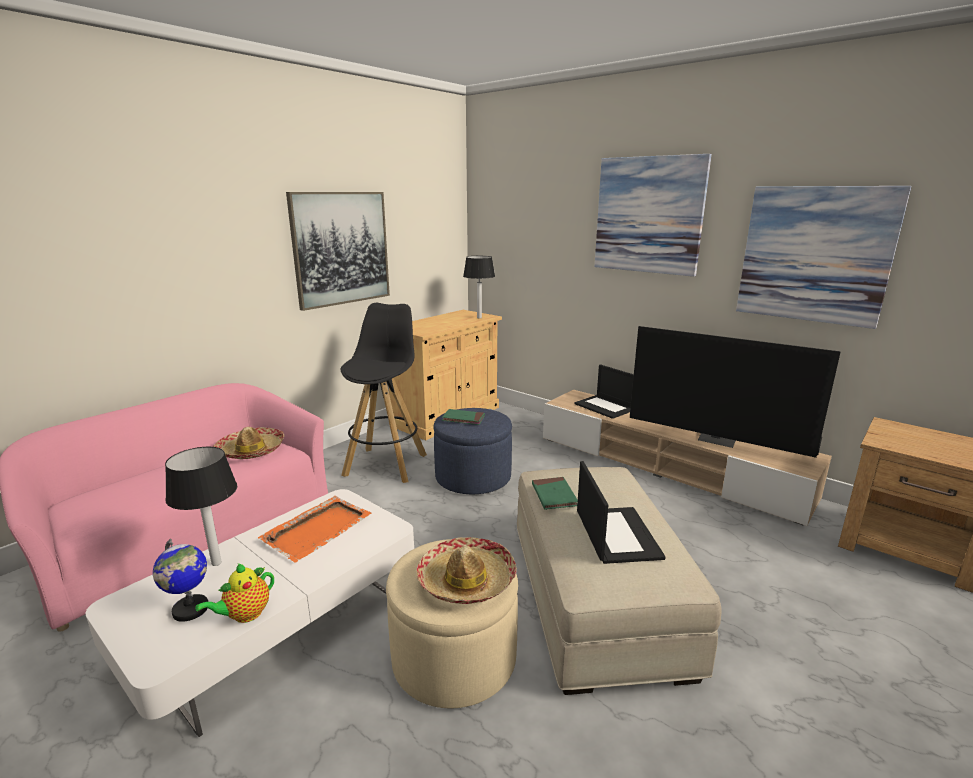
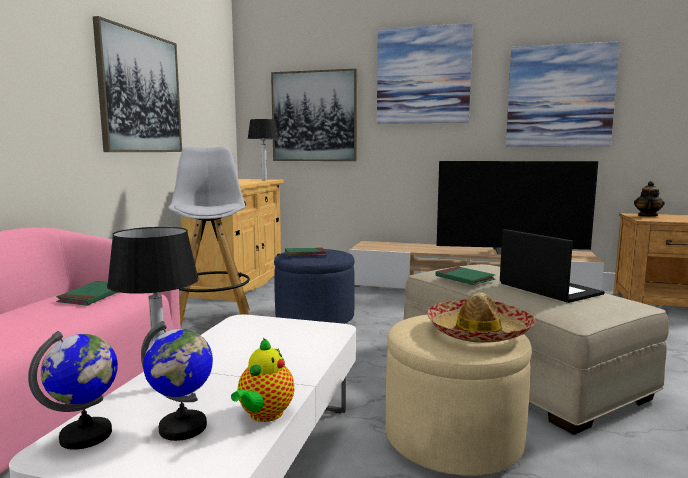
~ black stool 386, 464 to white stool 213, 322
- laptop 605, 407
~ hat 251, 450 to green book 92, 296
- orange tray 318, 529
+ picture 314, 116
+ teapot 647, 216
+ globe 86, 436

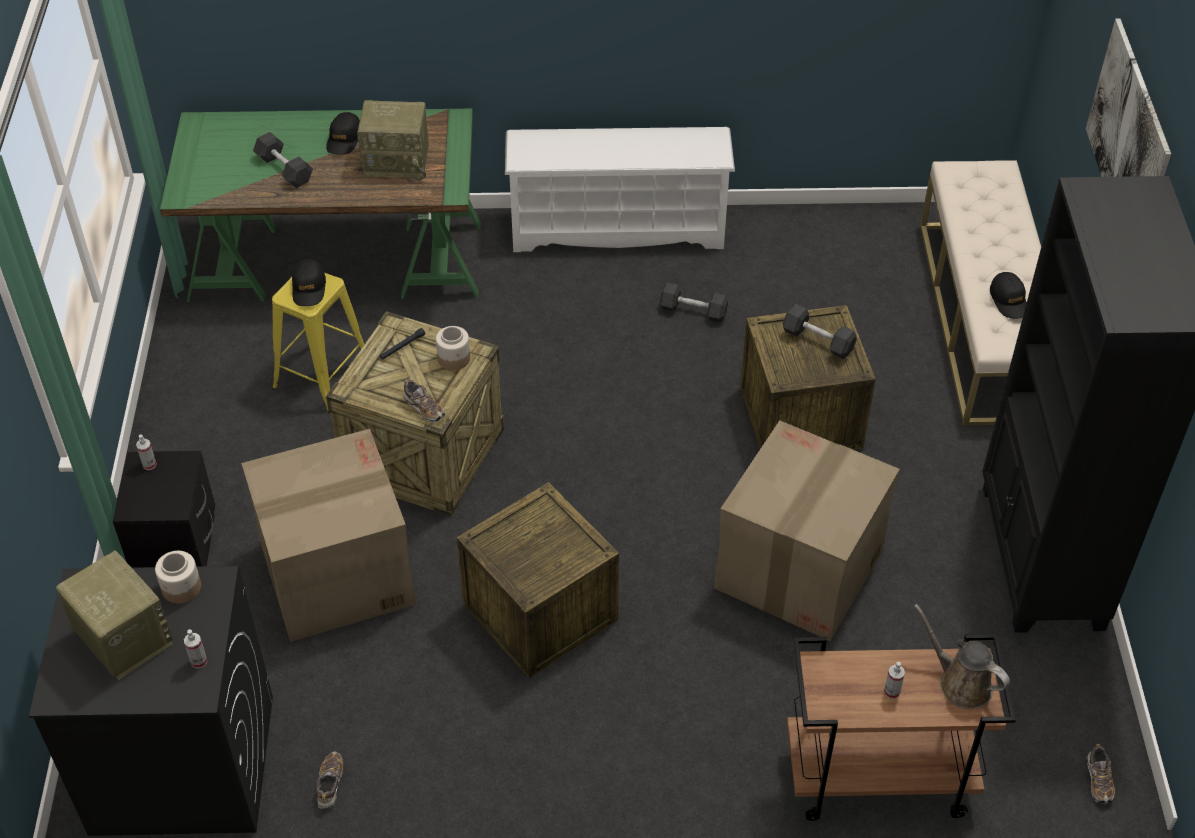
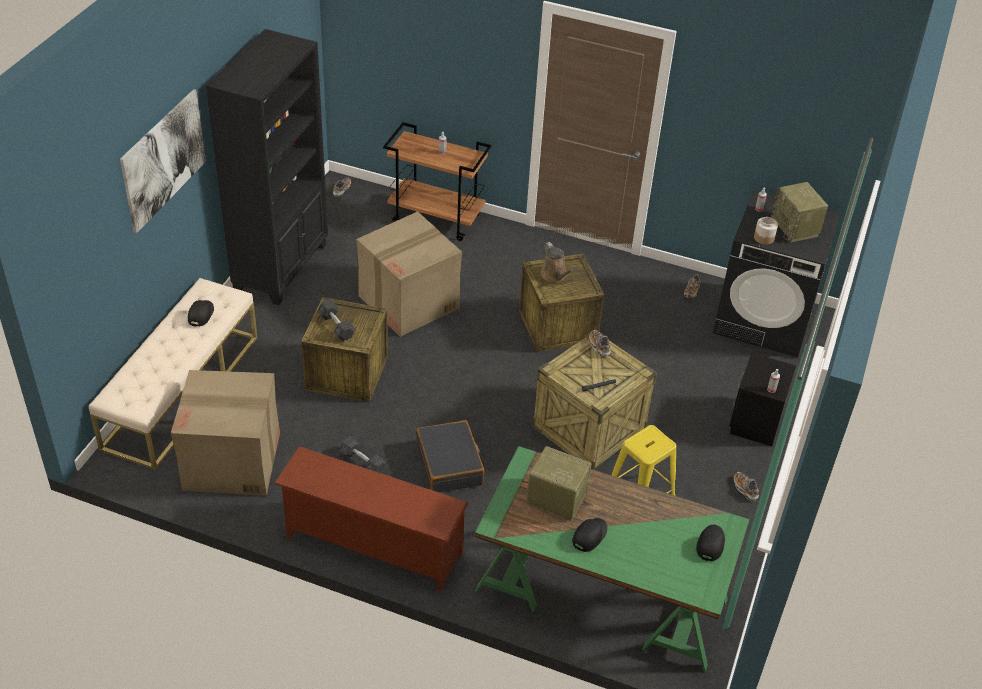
~ white shoe rack 618, 228 to brown shoe rack 371, 547
- grey dumbbell 284, 169
~ black cap 309, 288 to 710, 544
- jar 454, 359
~ cardboard box 336, 574 to 232, 461
~ brown watering can 960, 683 to 554, 275
+ black suitcase 449, 465
+ shoe 745, 489

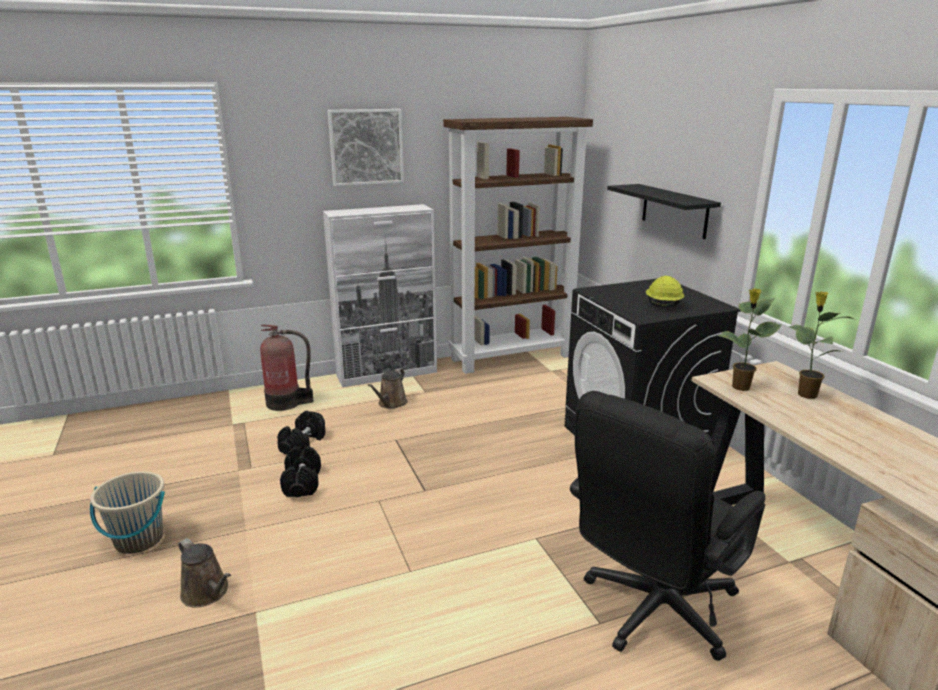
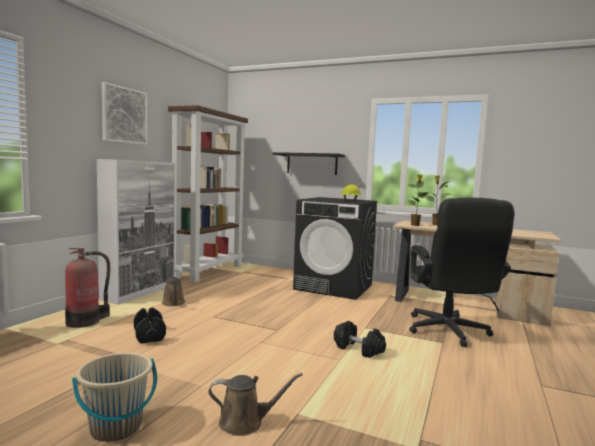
~ black dumbbell 302, 483 to 358, 349

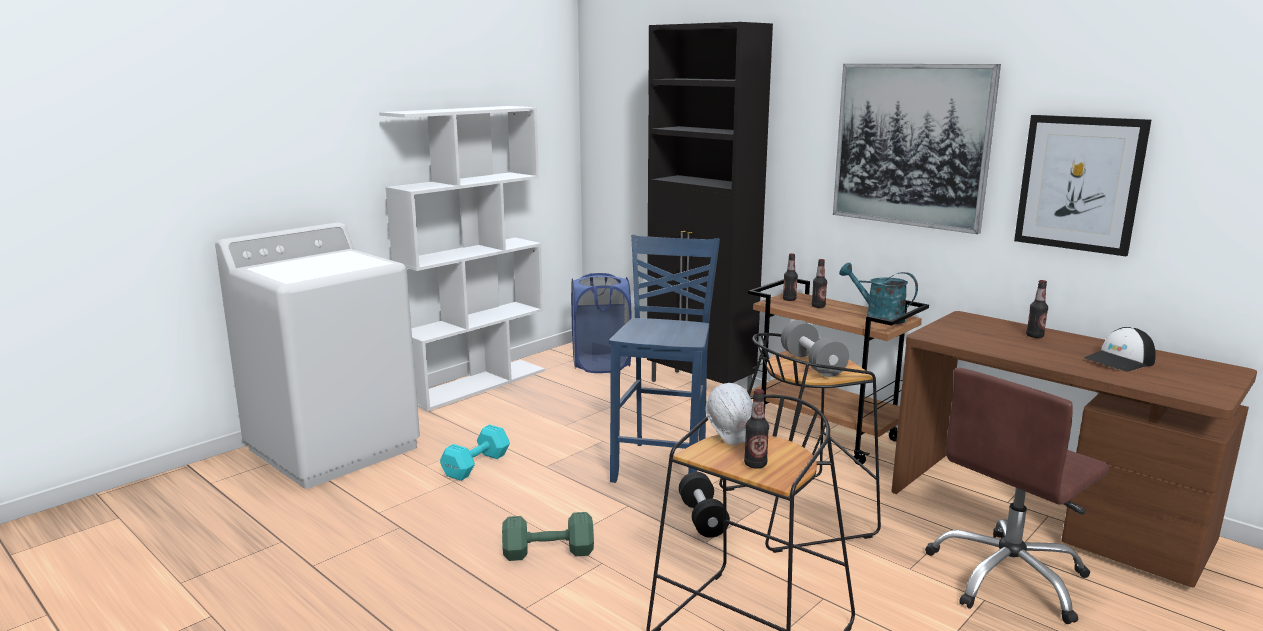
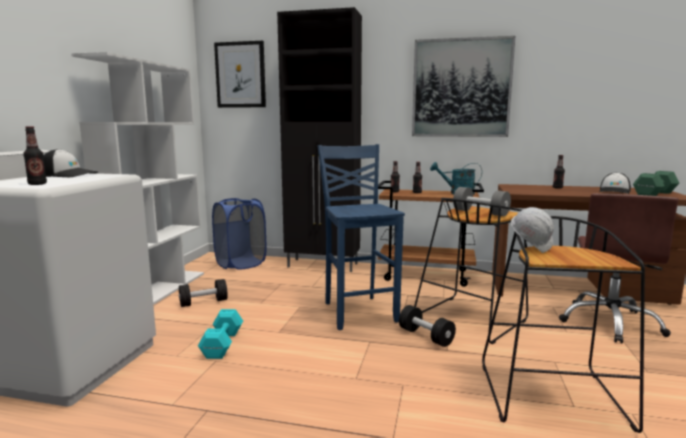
~ picture 1079, 183 to 240, 75
~ bottle 755, 464 to 37, 184
~ green dumbbell 546, 552 to 653, 194
+ cap 68, 175
+ black dumbbell 203, 302

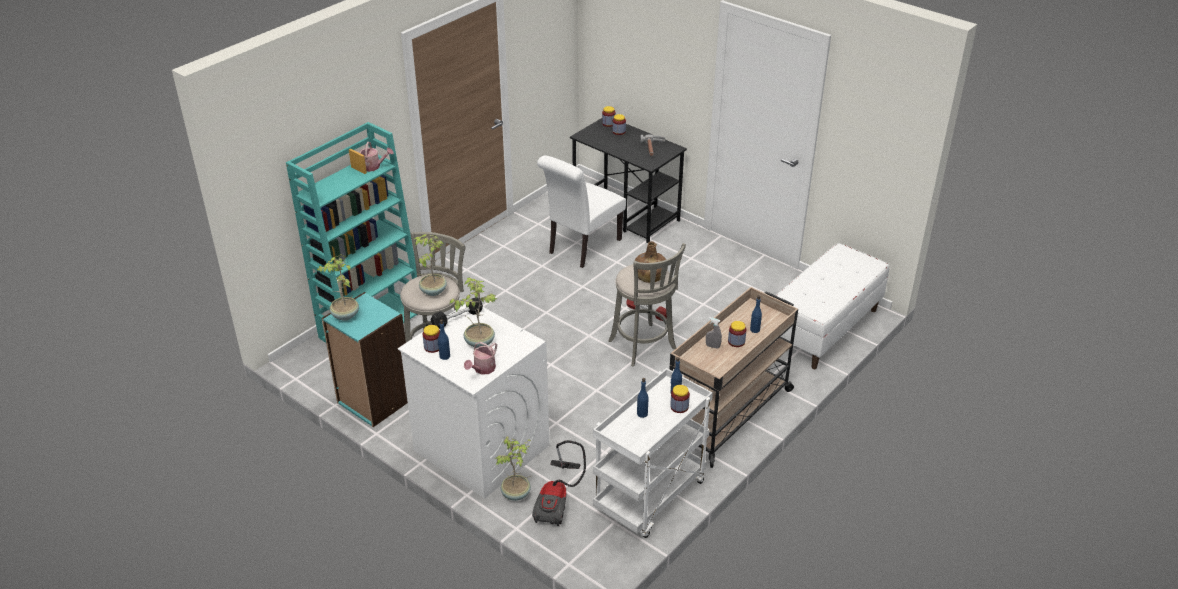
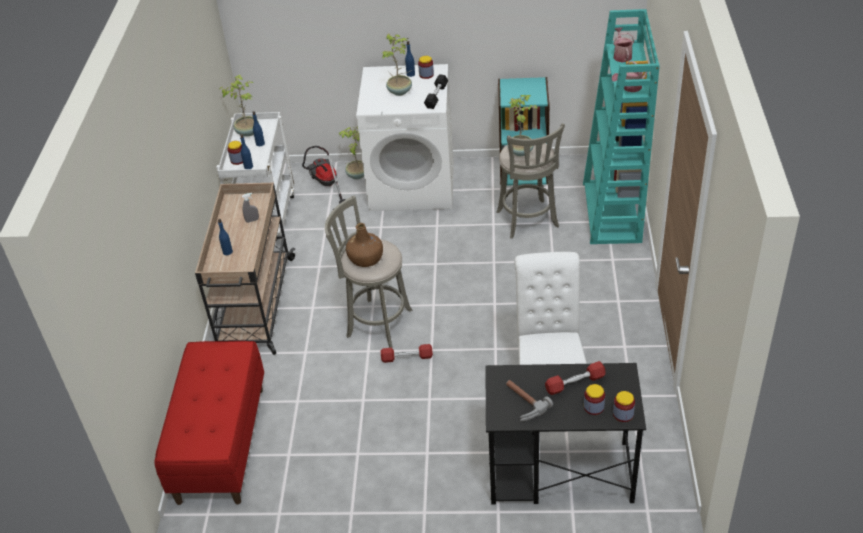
~ white bench 824, 328 to red bench 221, 443
~ potted plant 344, 316 to 248, 132
- jar 736, 342
~ watering can 482, 369 to 621, 55
+ red dumbbell 575, 383

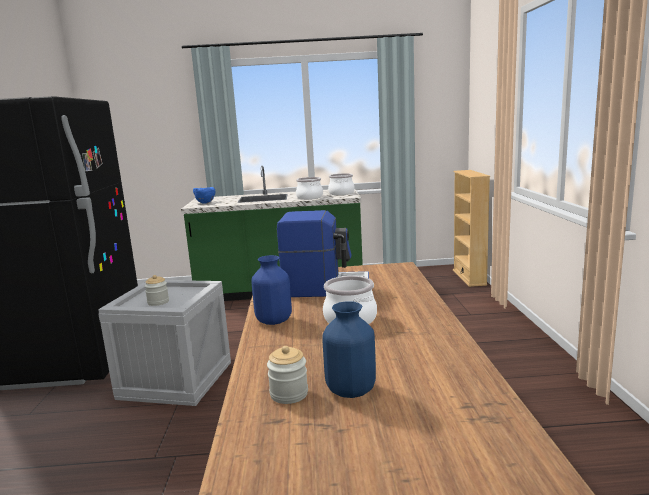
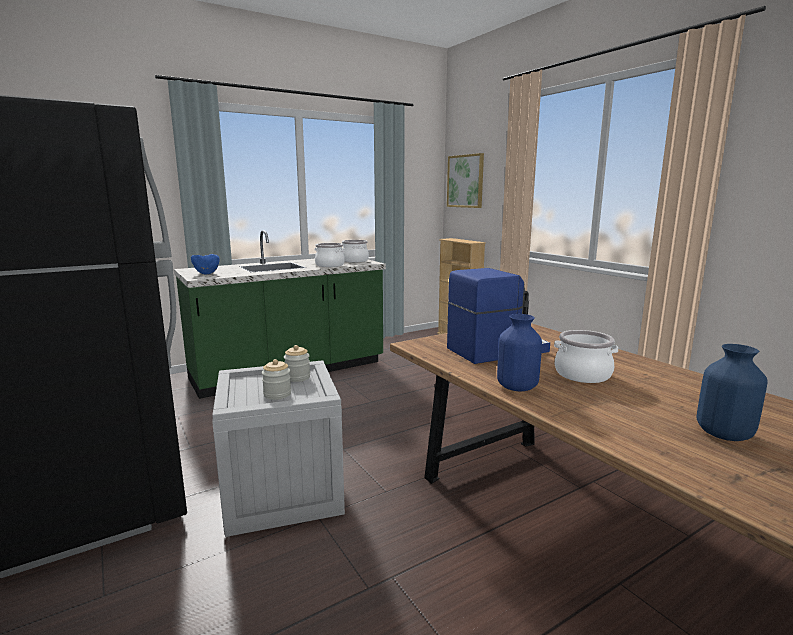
~ jar 289, 394 to 297, 377
+ picture 465, 181

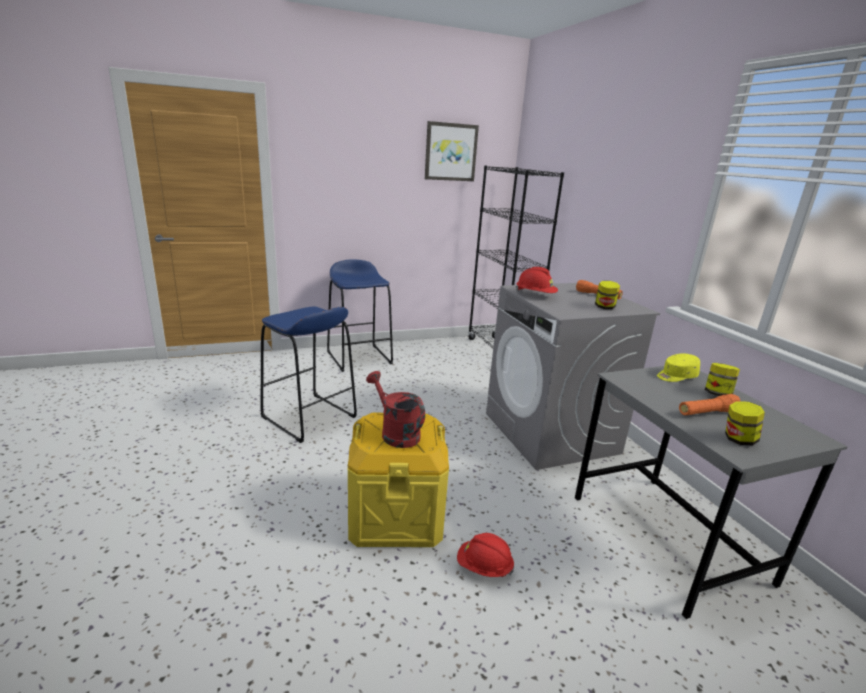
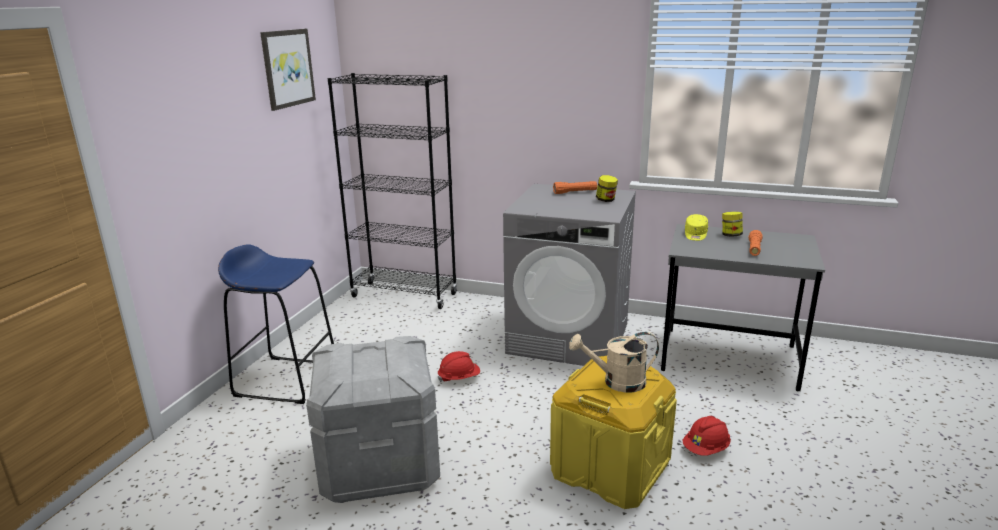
~ red hard hat 535, 295 to 459, 378
~ blue stool 309, 417 to grey storage box 380, 465
~ red watering can 395, 433 to beige watering can 616, 382
- jar 738, 439

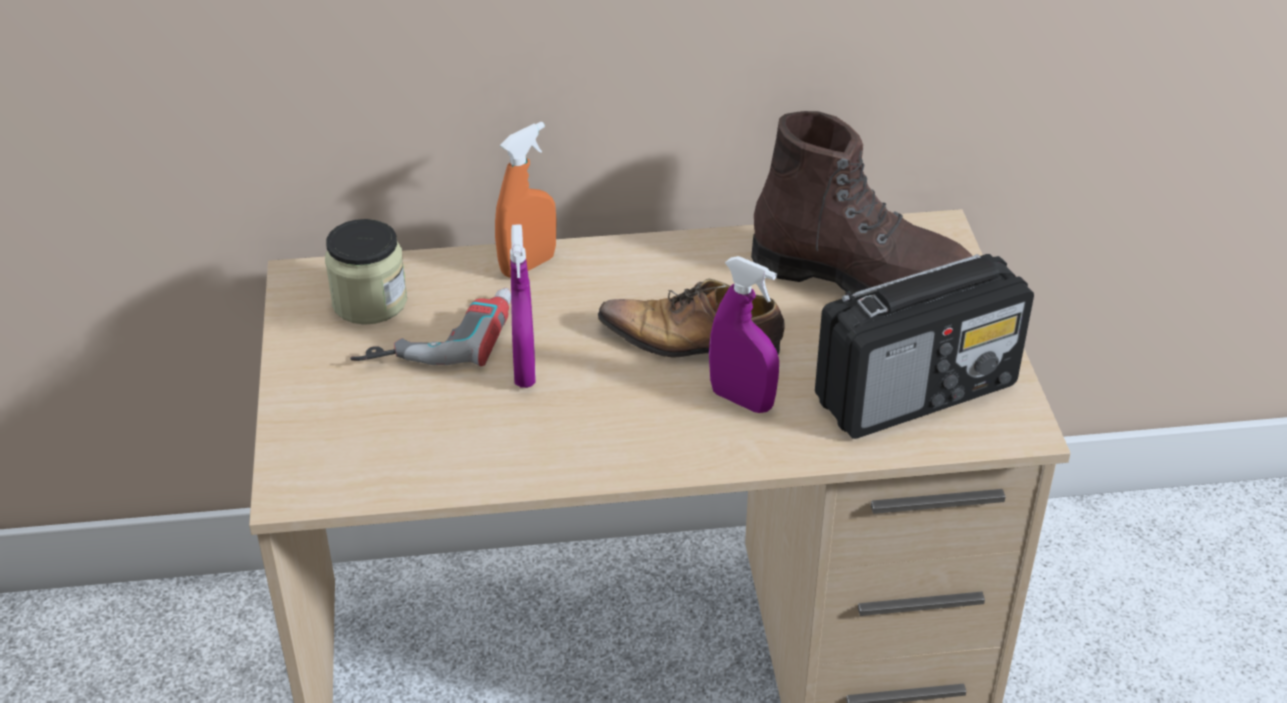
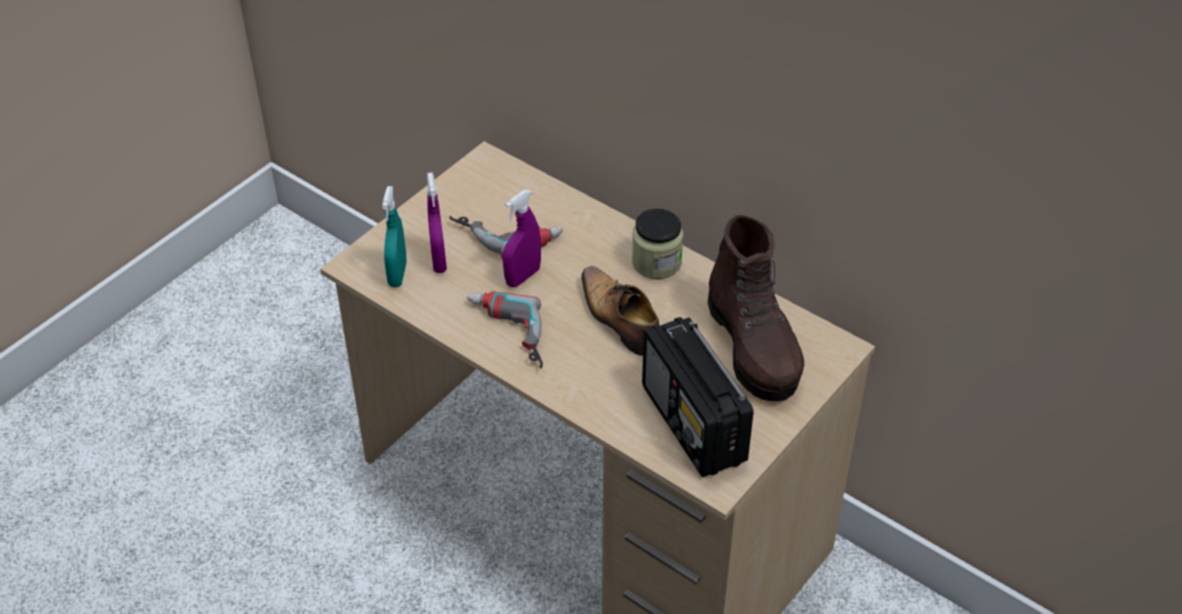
- orange spray bottle 528, 265
~ jar 370, 302 to 656, 262
~ radio 917, 391 = 693, 425 45 degrees clockwise
~ purple spray bottle 741, 400 to 439, 260
+ turquoise spray bottle 397, 274
+ power drill 504, 335

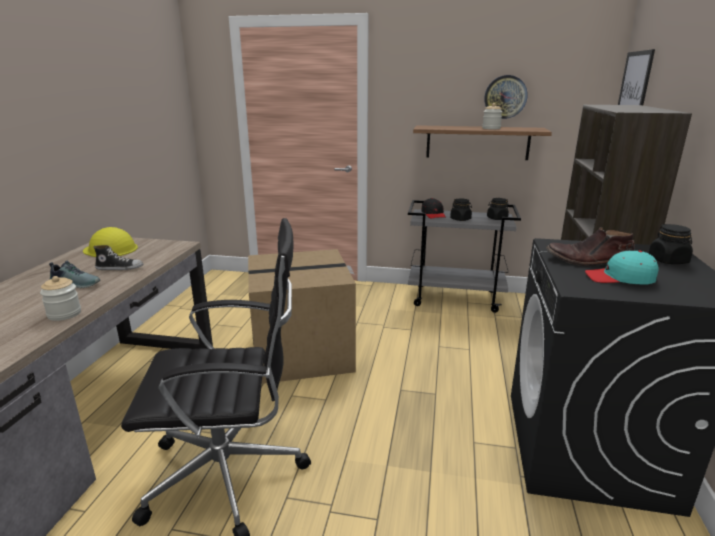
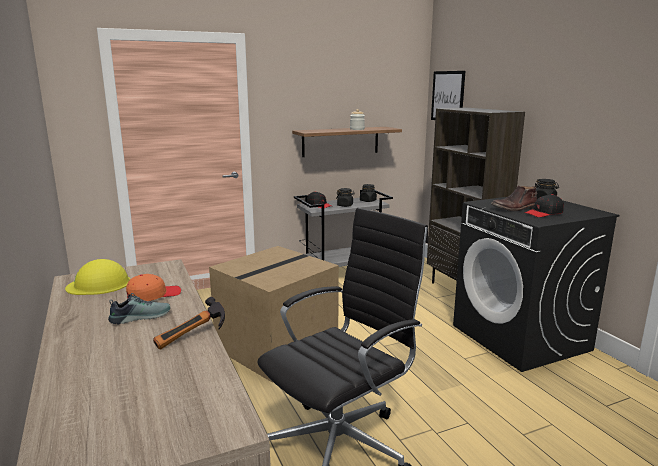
- wall clock 505, 97
~ shoe 120, 268 to orange cap 153, 295
~ turquoise cap 620, 278 to black cap 544, 213
~ jar 64, 314 to hammer 193, 338

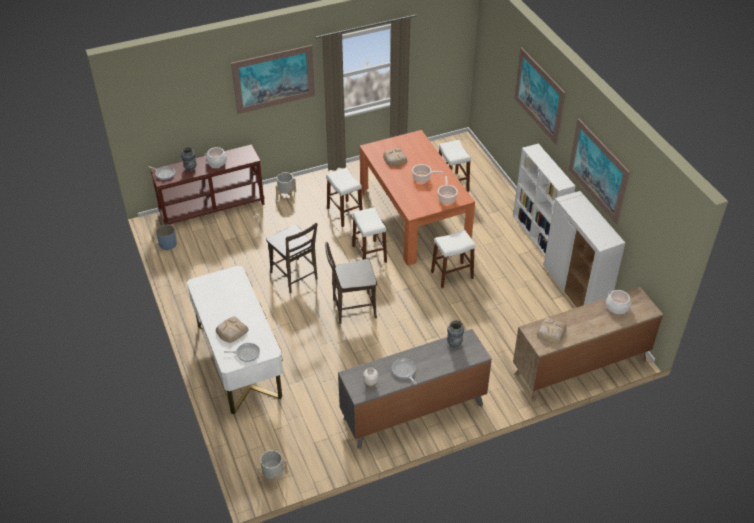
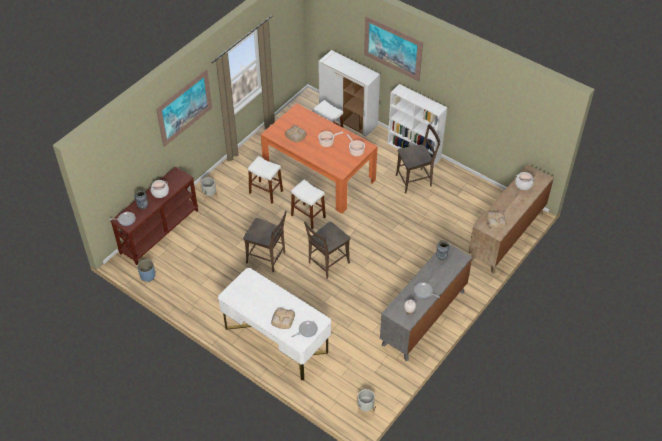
- picture 598, 170
~ white cabinet 575, 289 to 348, 119
- white stool 452, 275
+ brown chair 415, 180

